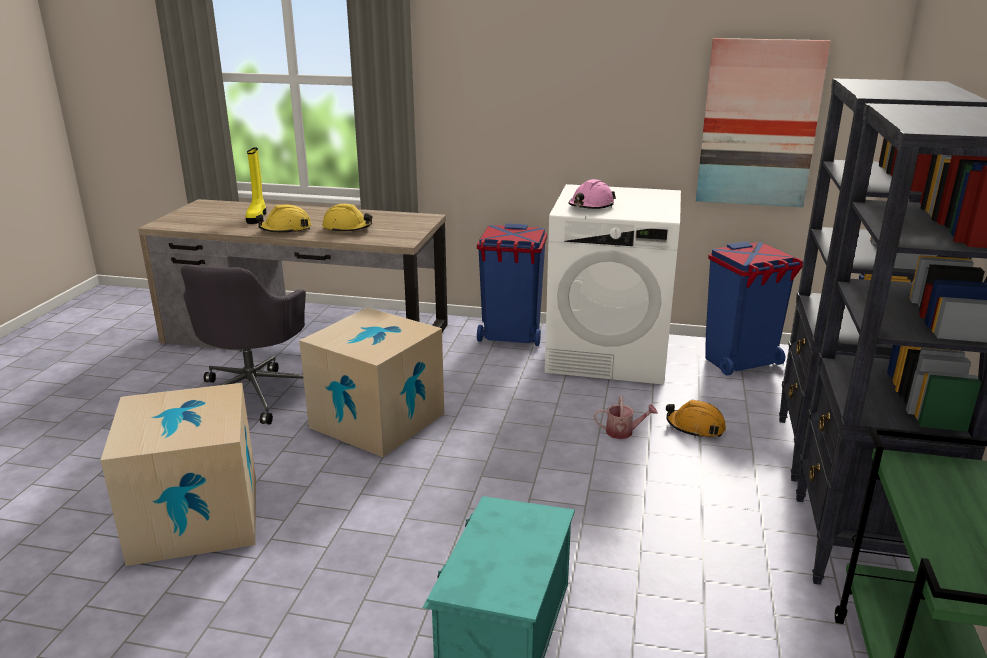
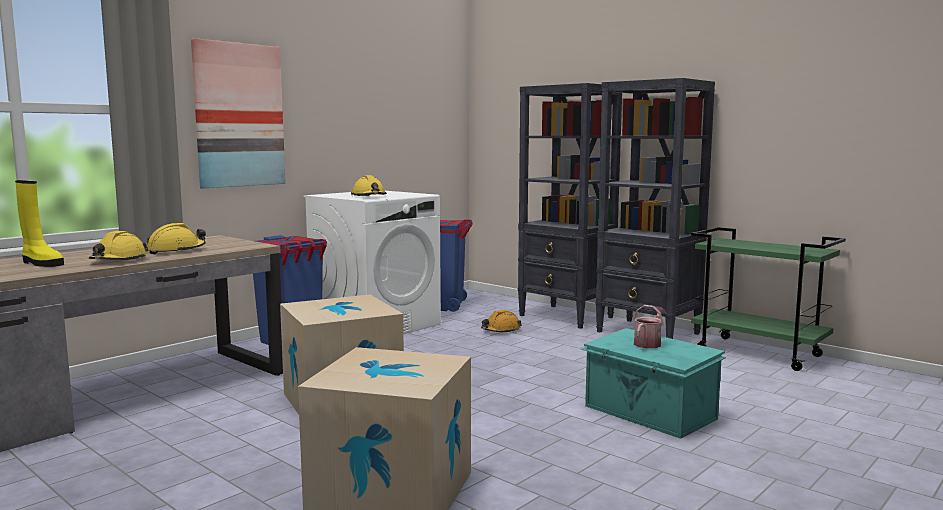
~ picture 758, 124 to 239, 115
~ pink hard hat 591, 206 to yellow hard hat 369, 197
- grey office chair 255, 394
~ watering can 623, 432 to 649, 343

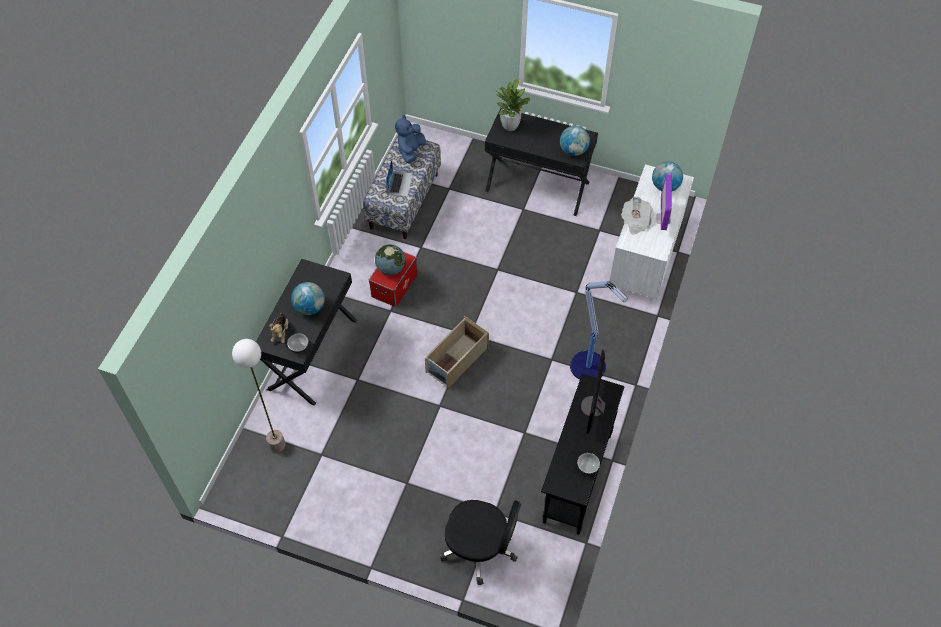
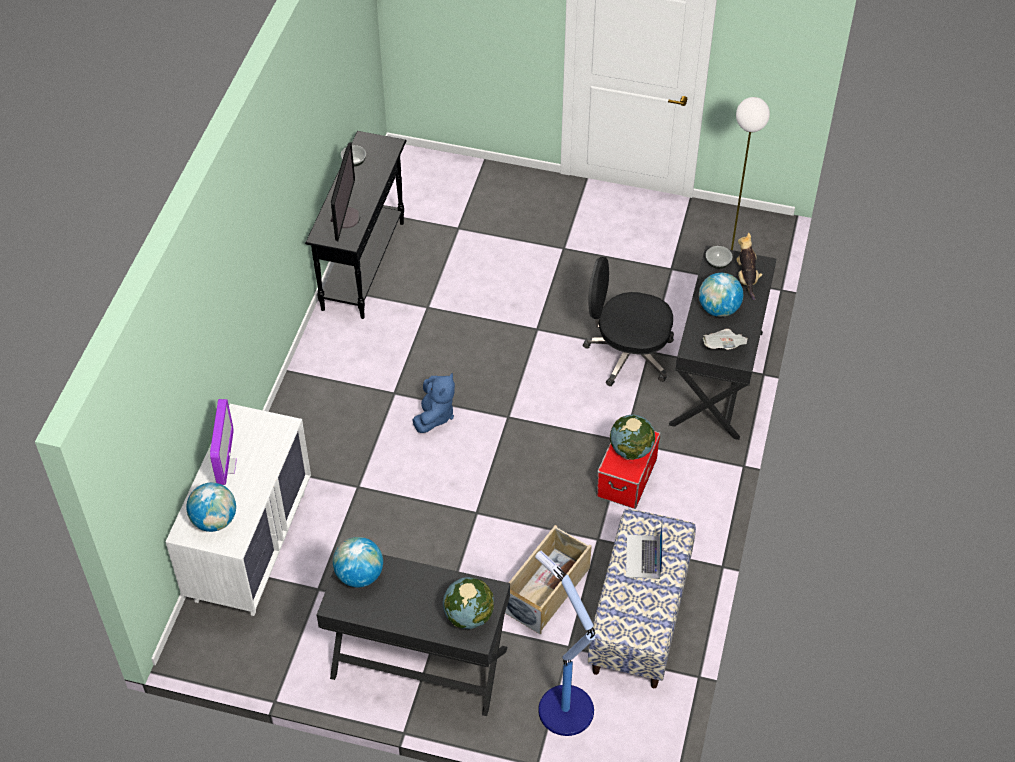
~ potted plant 510, 126 to globe 469, 616
~ blue plush toy 411, 151 to 434, 415
~ newspaper 635, 221 to 723, 347
~ floor lamp 589, 367 to 564, 708
~ beige storage box 456, 360 to 547, 589
~ black office chair 480, 548 to 627, 354

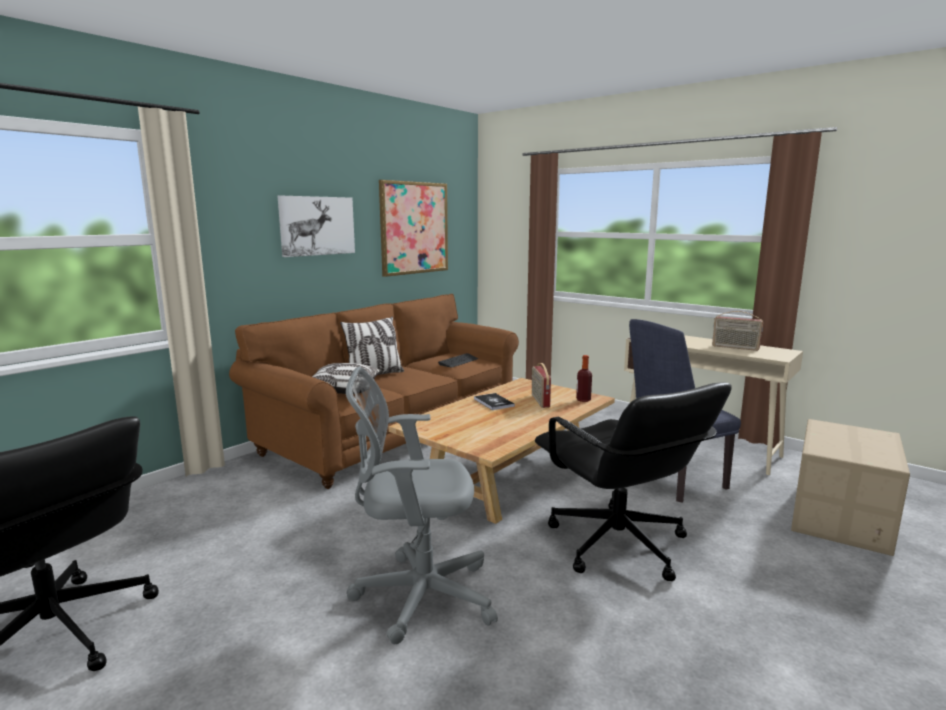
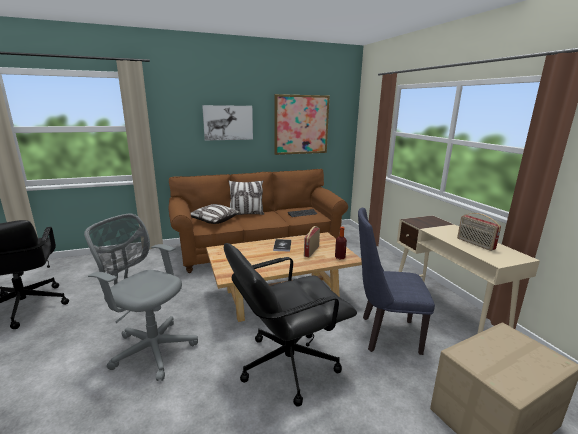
~ black office chair 617, 545 = 287, 364 60 degrees clockwise

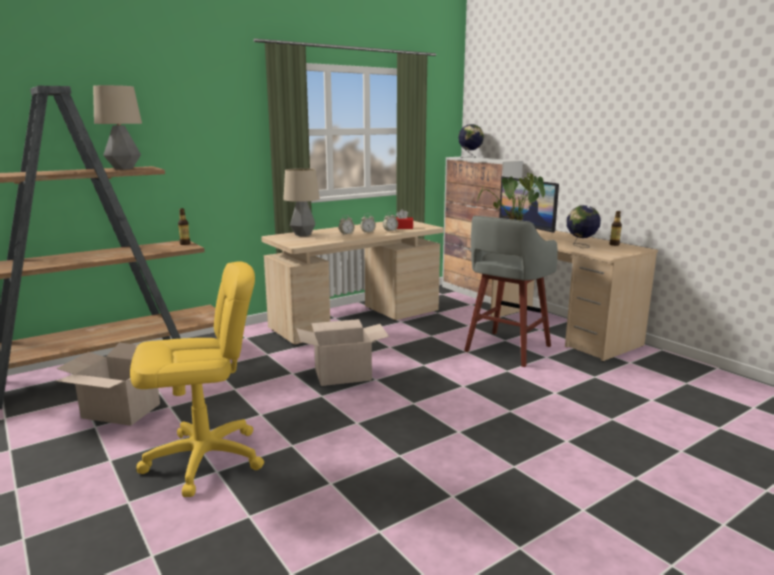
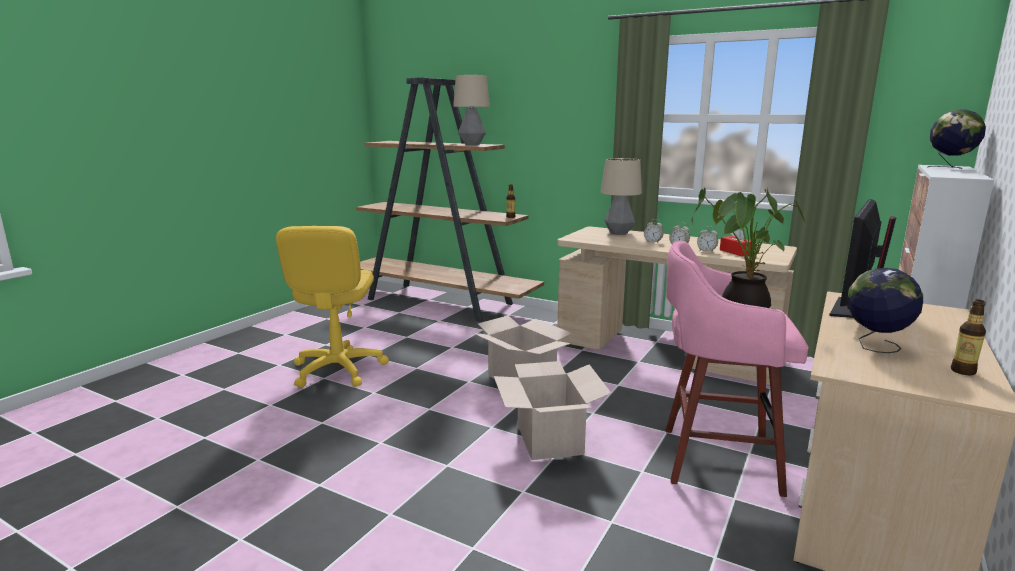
~ grey stool 506, 349 to pink stool 715, 459
~ yellow office chair 205, 459 = 338, 370 45 degrees clockwise
~ cardboard box 122, 410 to 550, 439

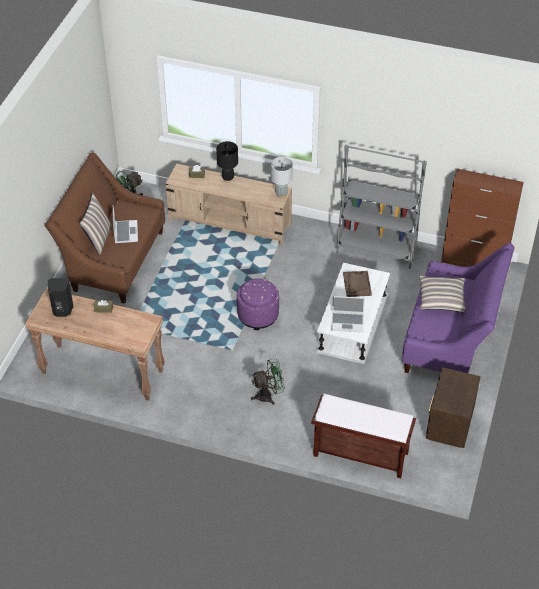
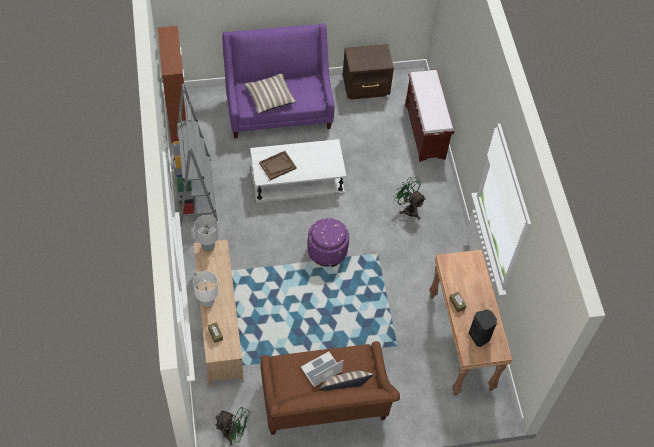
~ black table lamp 228, 179 to white table lamp 207, 303
- laptop 347, 322

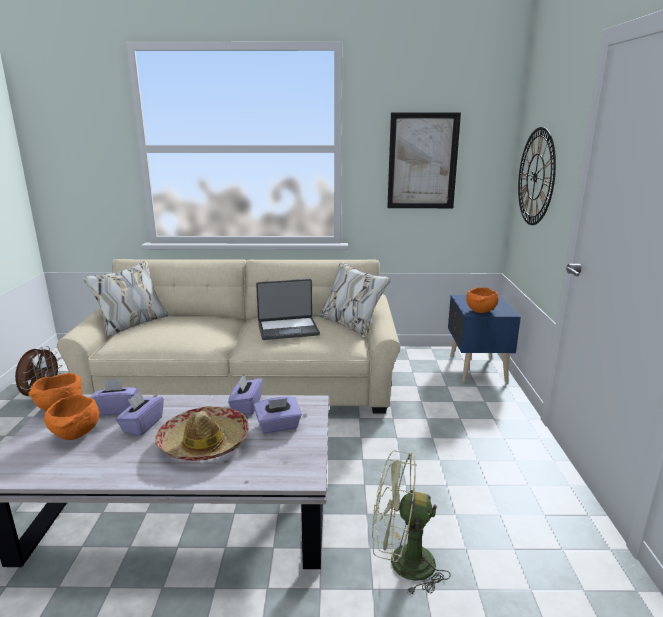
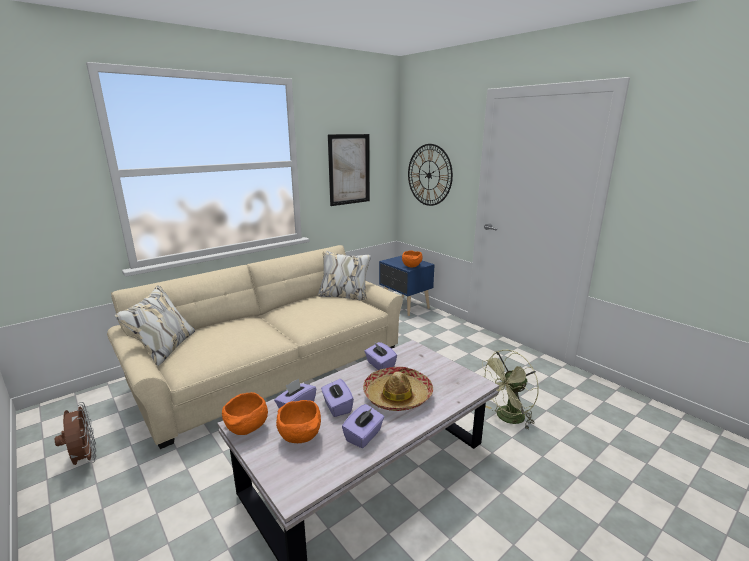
- laptop 288, 329
~ purple tissue box 278, 426 to 364, 436

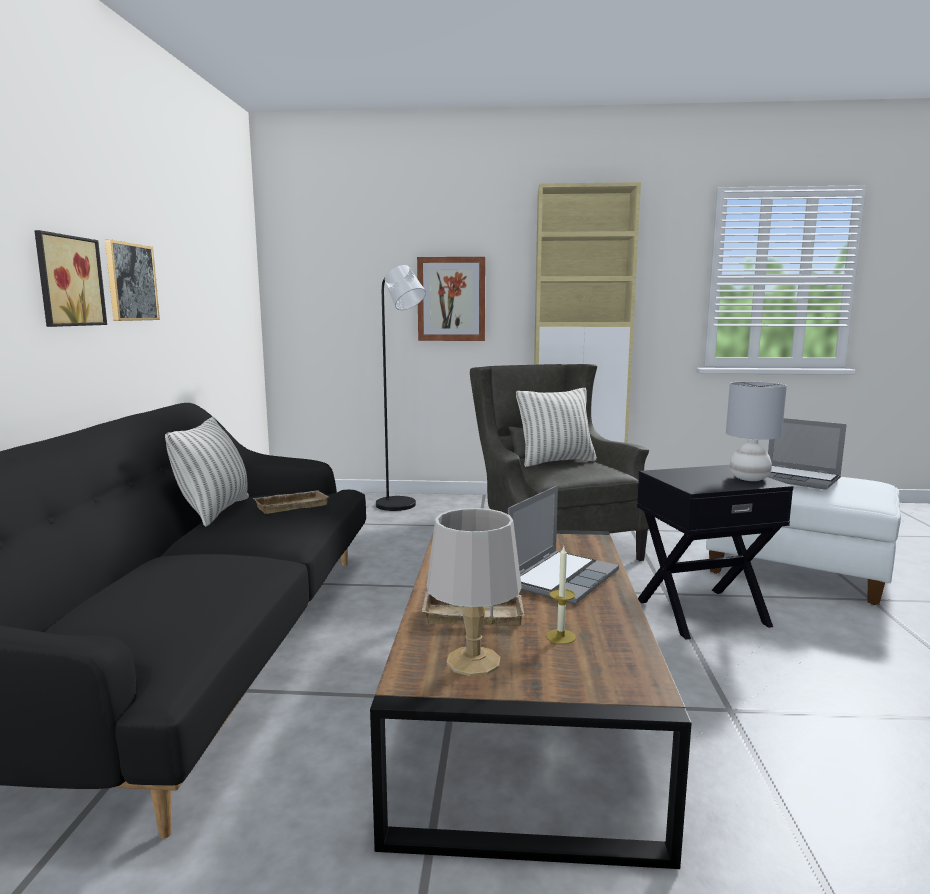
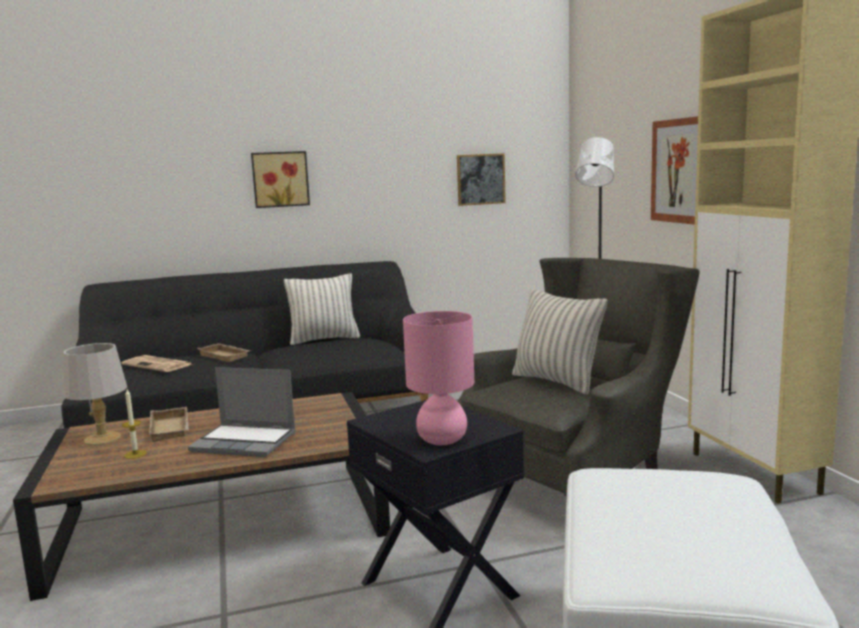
~ picture 131, 282 to 480, 179
~ grey table lamp 749, 478 to pink table lamp 443, 440
- laptop 797, 479
~ beige tray 292, 505 to 226, 356
+ newspaper 158, 365

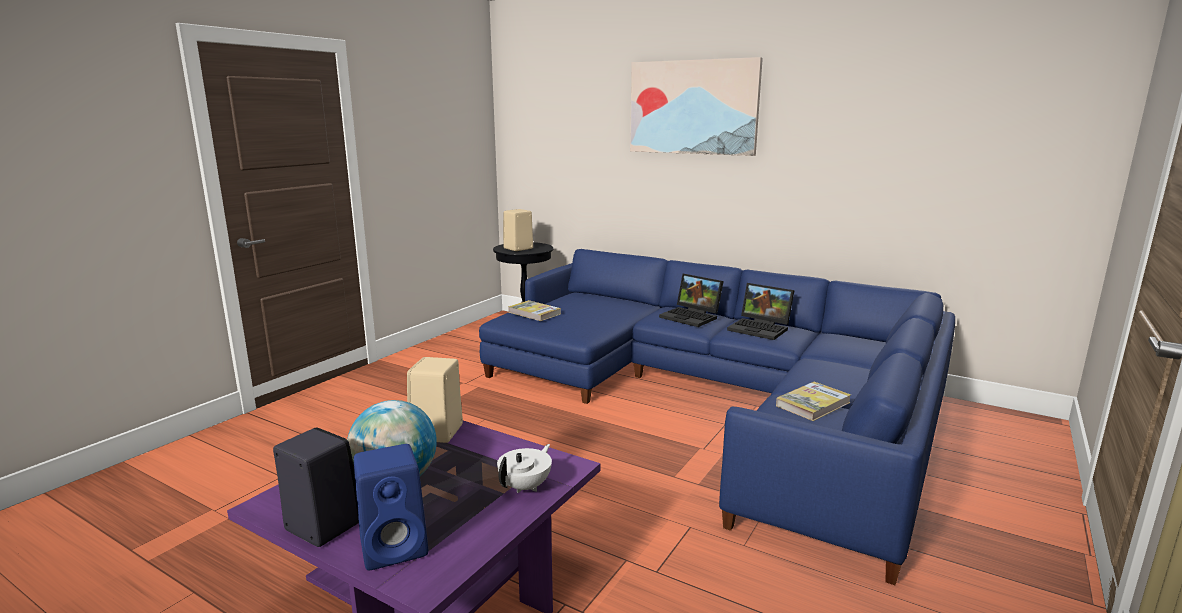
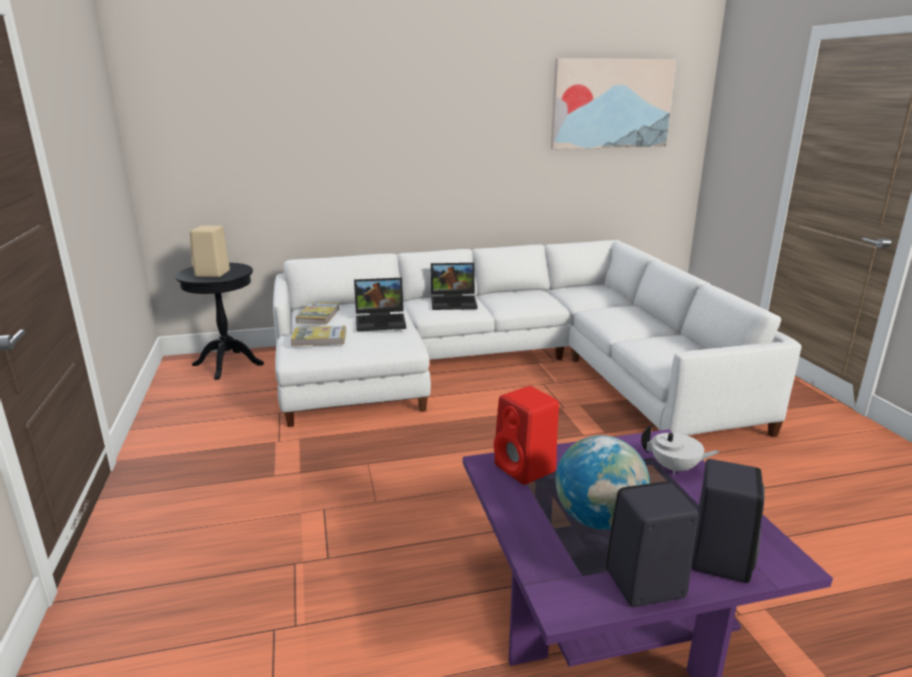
~ picture 693, 107 to 611, 104
~ blue sofa 718, 398 to white sofa 506, 367
~ laptop 761, 329 to 382, 321
~ beige speaker 437, 433 to red speaker 526, 469
~ book 813, 404 to 318, 315
~ blue speaker 396, 547 to black speaker 719, 557
~ white teapot 526, 486 = 675, 468 120 degrees clockwise

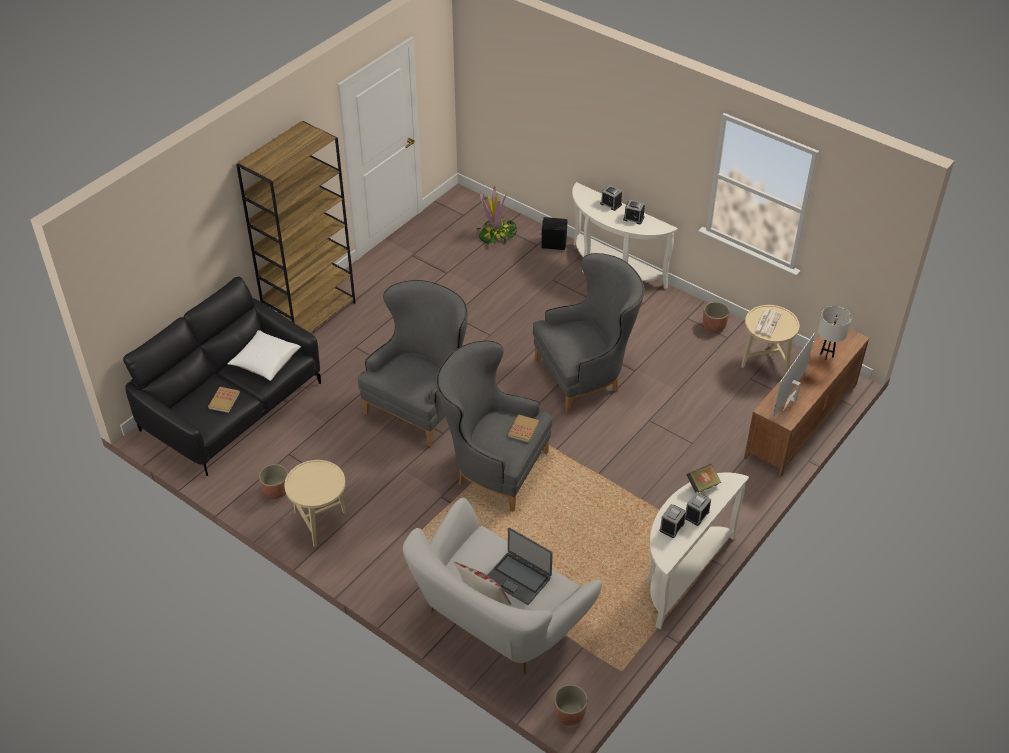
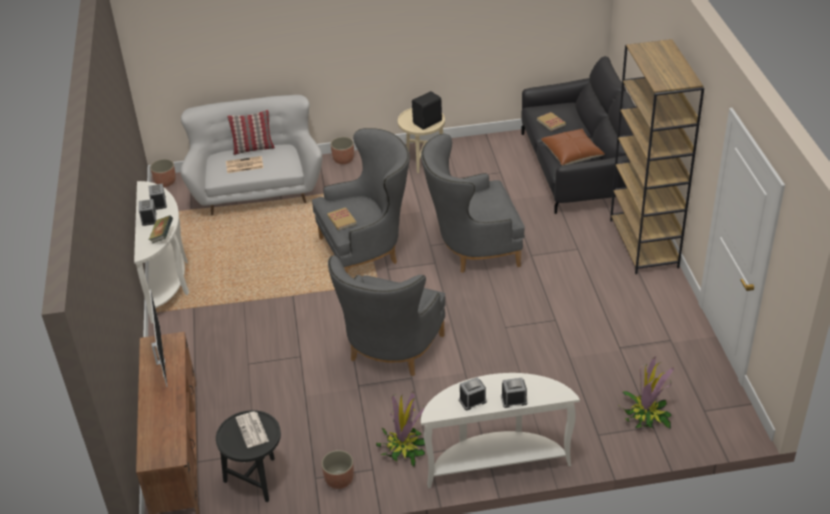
~ black speaker 553, 244 to 428, 122
~ grey armchair 421, 405 = 471, 249 90 degrees clockwise
~ beige side table 764, 363 to black side table 256, 478
- white table lamp 827, 355
~ white pillow 265, 361 to brown pillow 572, 153
~ planter 276, 491 to 343, 159
~ laptop 518, 578 to newspaper 244, 165
+ potted plant 403, 447

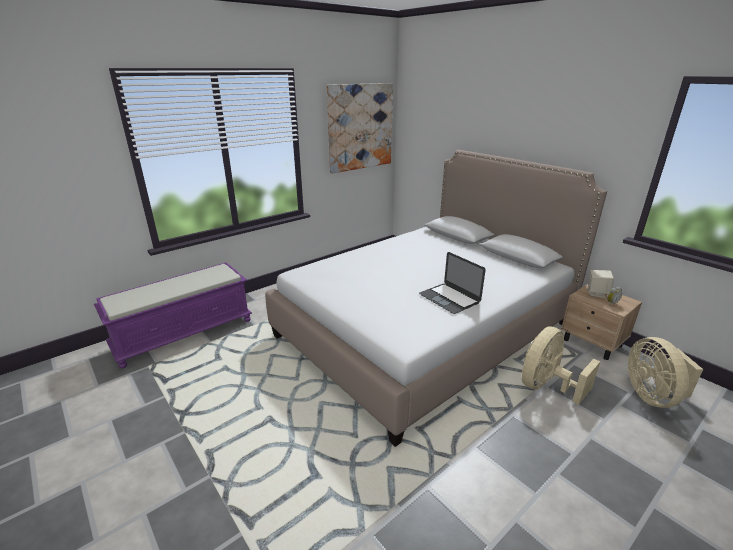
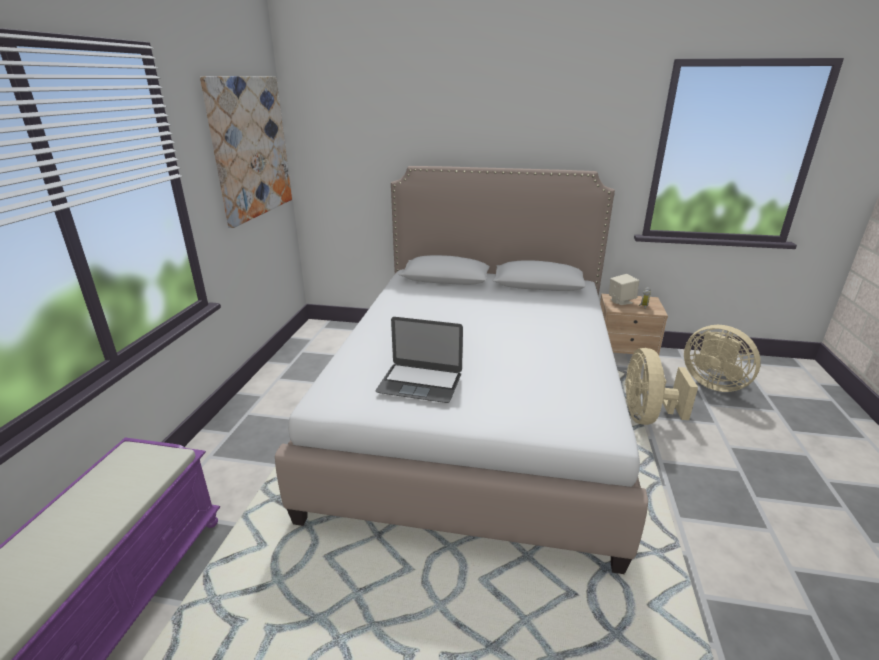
~ laptop 449, 298 to 420, 382

